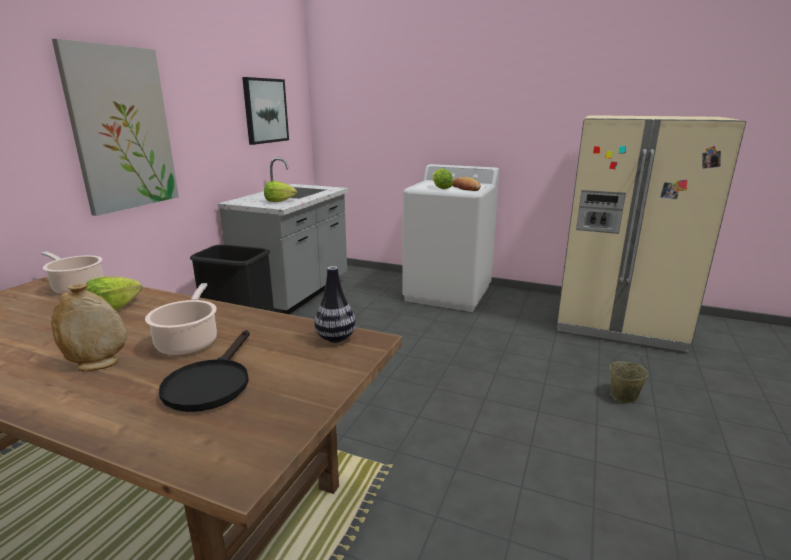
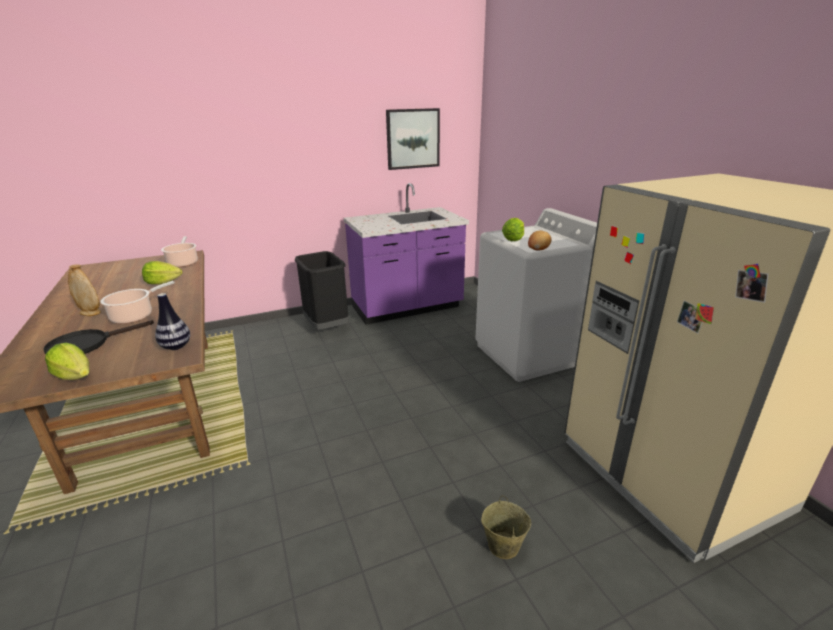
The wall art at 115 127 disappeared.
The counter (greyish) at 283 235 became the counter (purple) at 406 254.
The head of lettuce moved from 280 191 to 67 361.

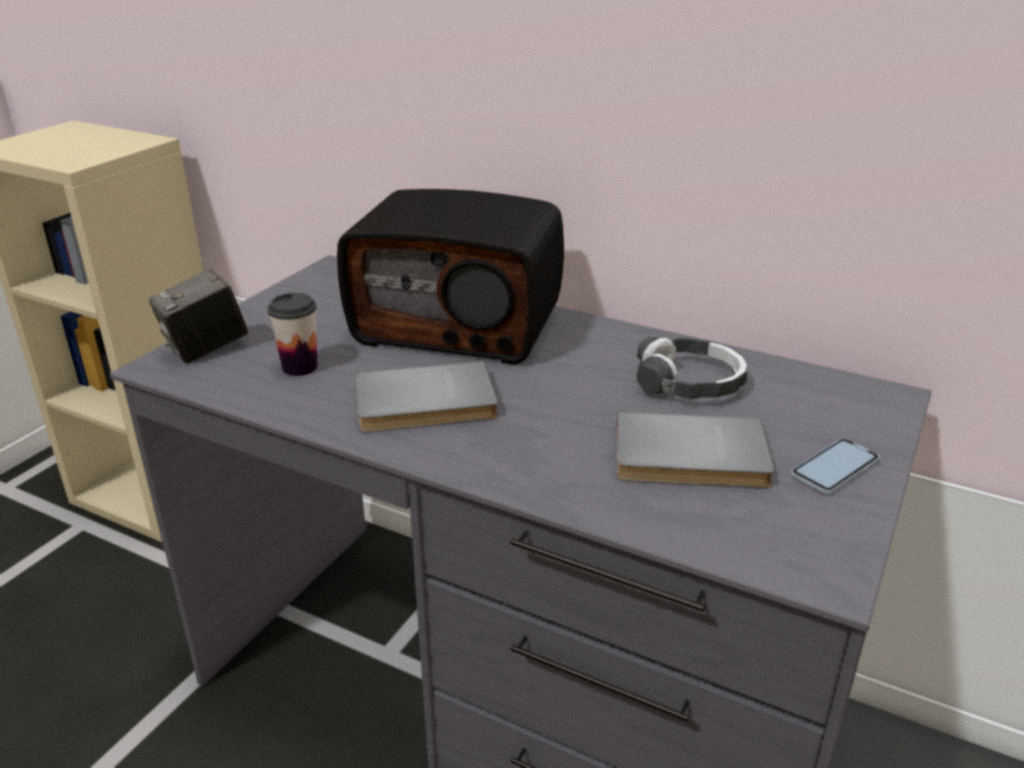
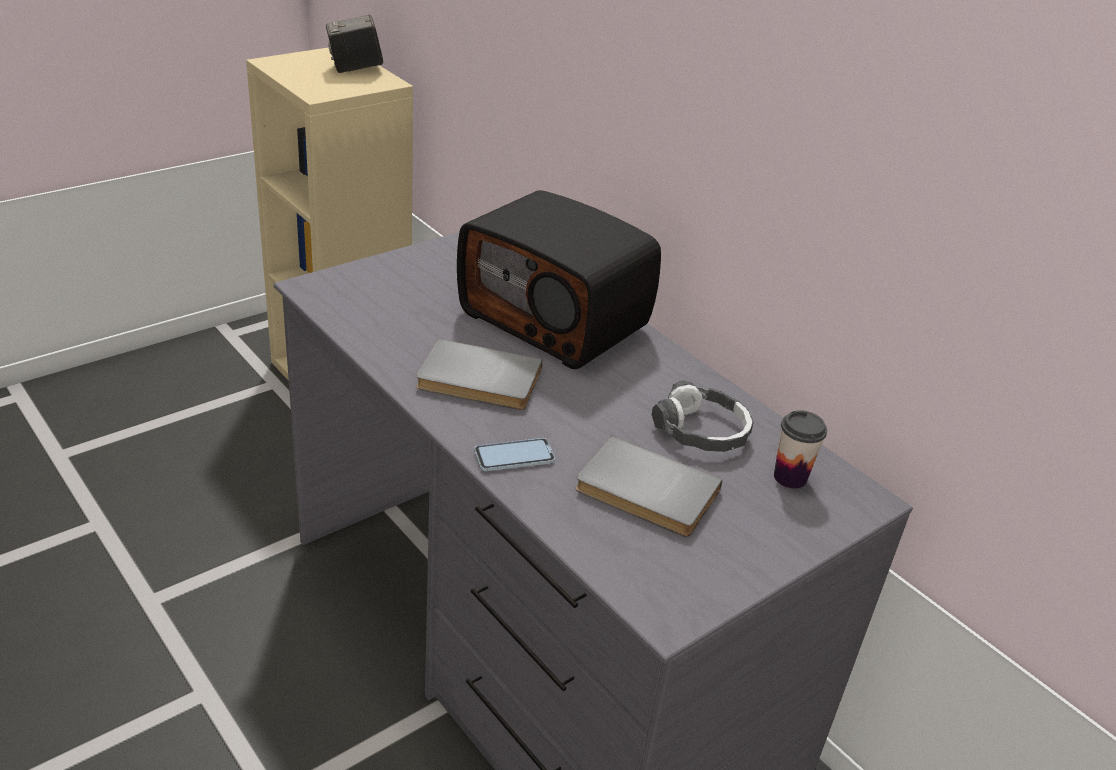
The still camera moved from 198 316 to 354 44.
The cup moved from 292 334 to 800 449.
The handset moved from 835 466 to 514 454.

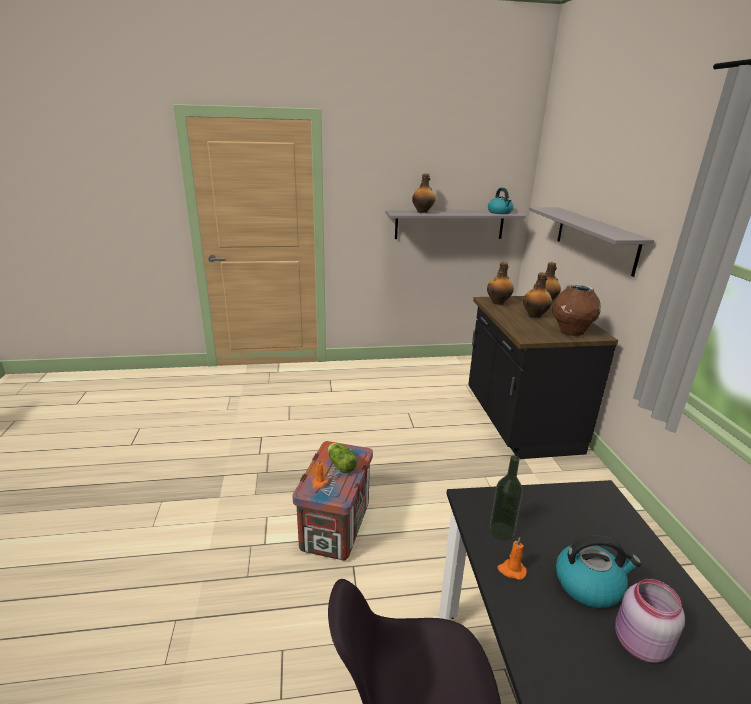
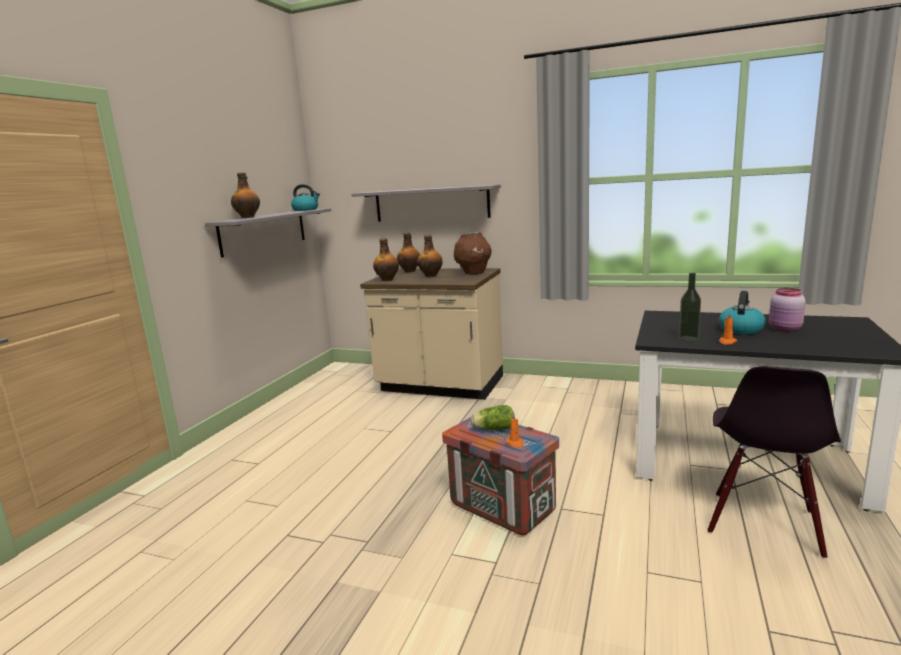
The counter (black) at 543 377 became the counter (sand-coloured) at 431 334.

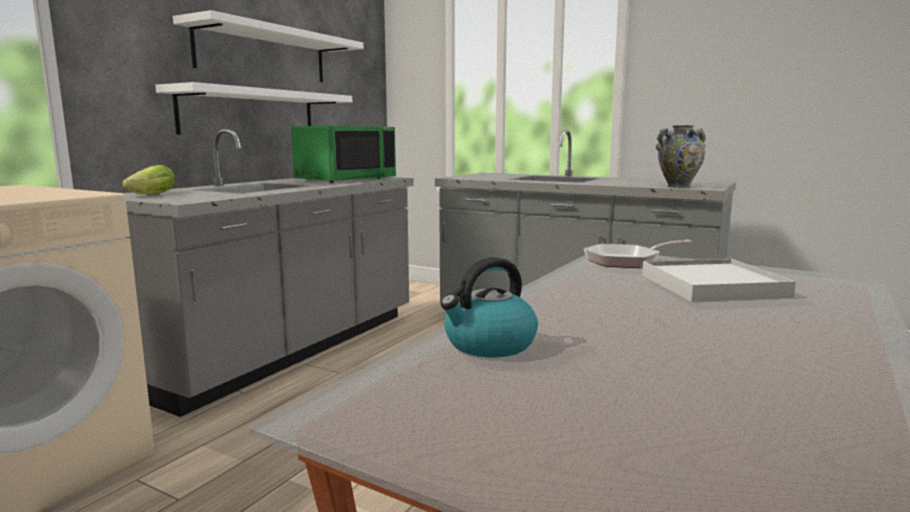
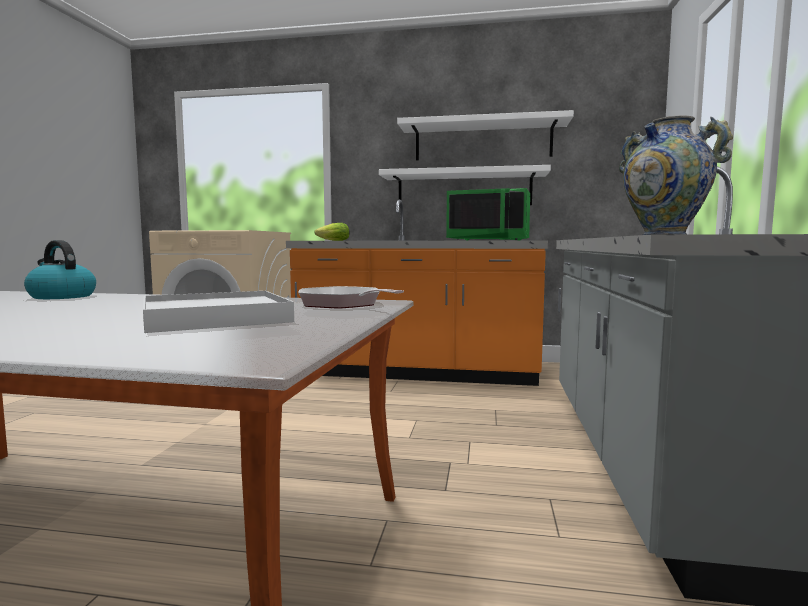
The counter (greyish) at 268 273 became the counter (orange-coloured) at 417 293.

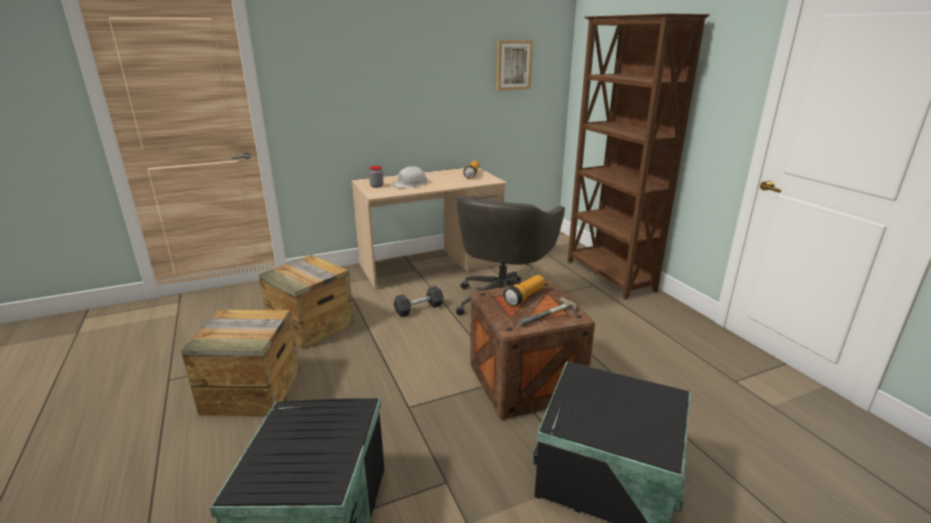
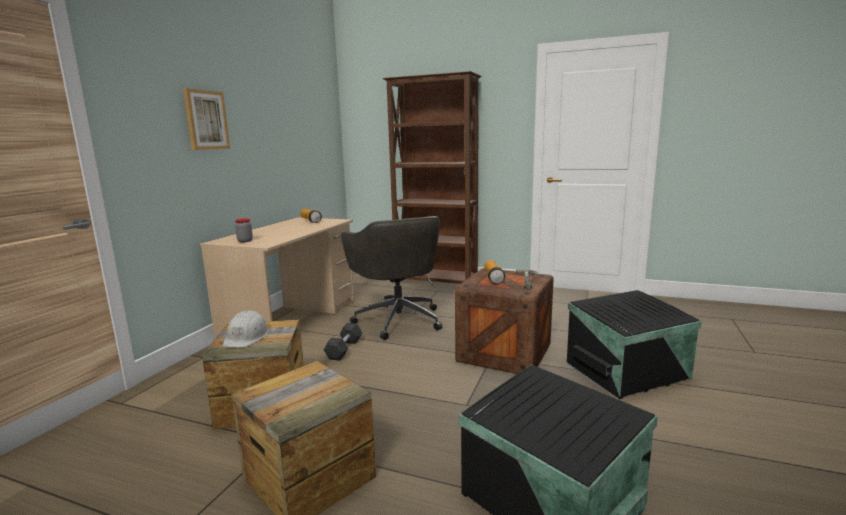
The safety helmet (white) moved from 409 177 to 246 329.
The wall art moved from 514 66 to 206 119.

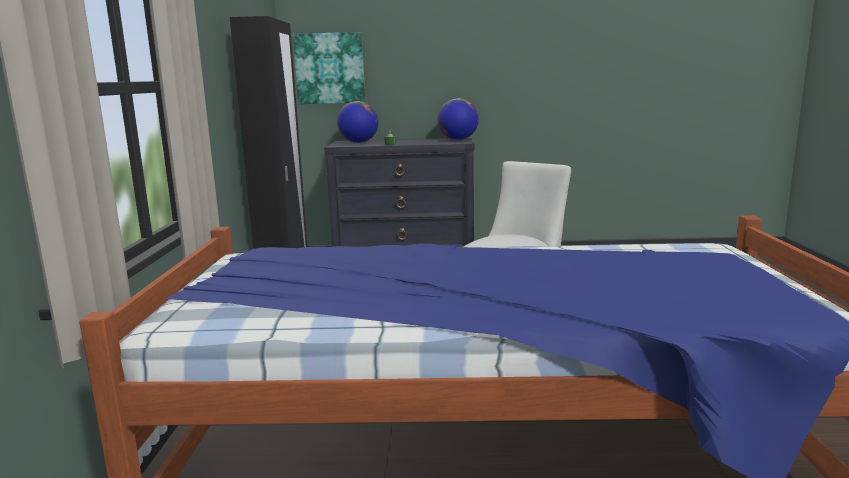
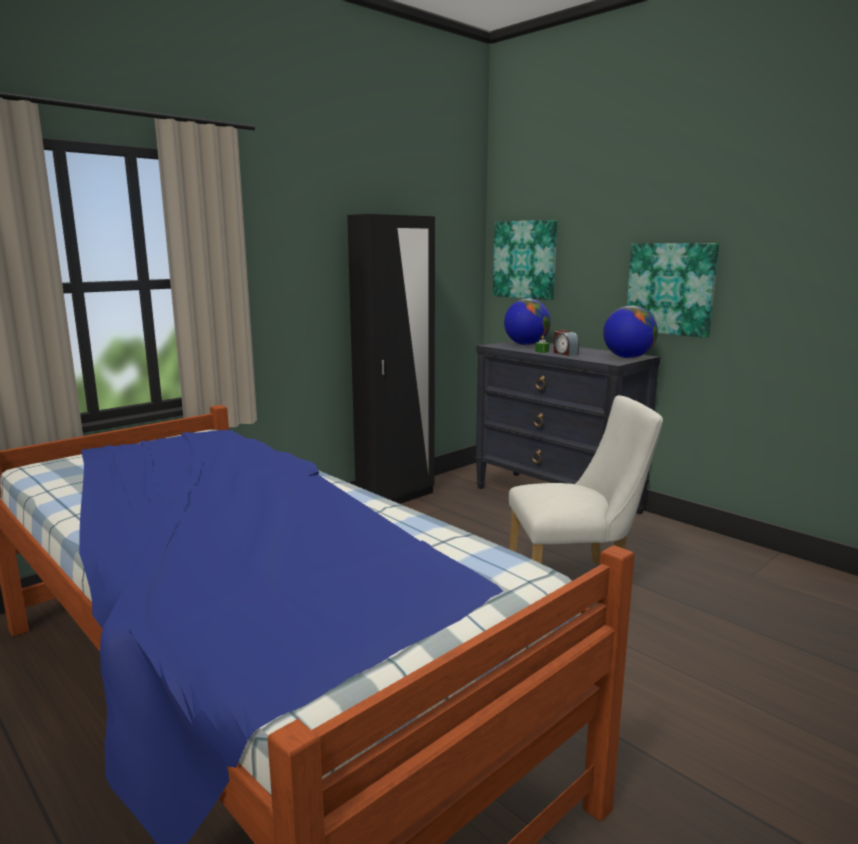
The bedside clock at 566 343 appeared.
The wall art at 673 290 appeared.

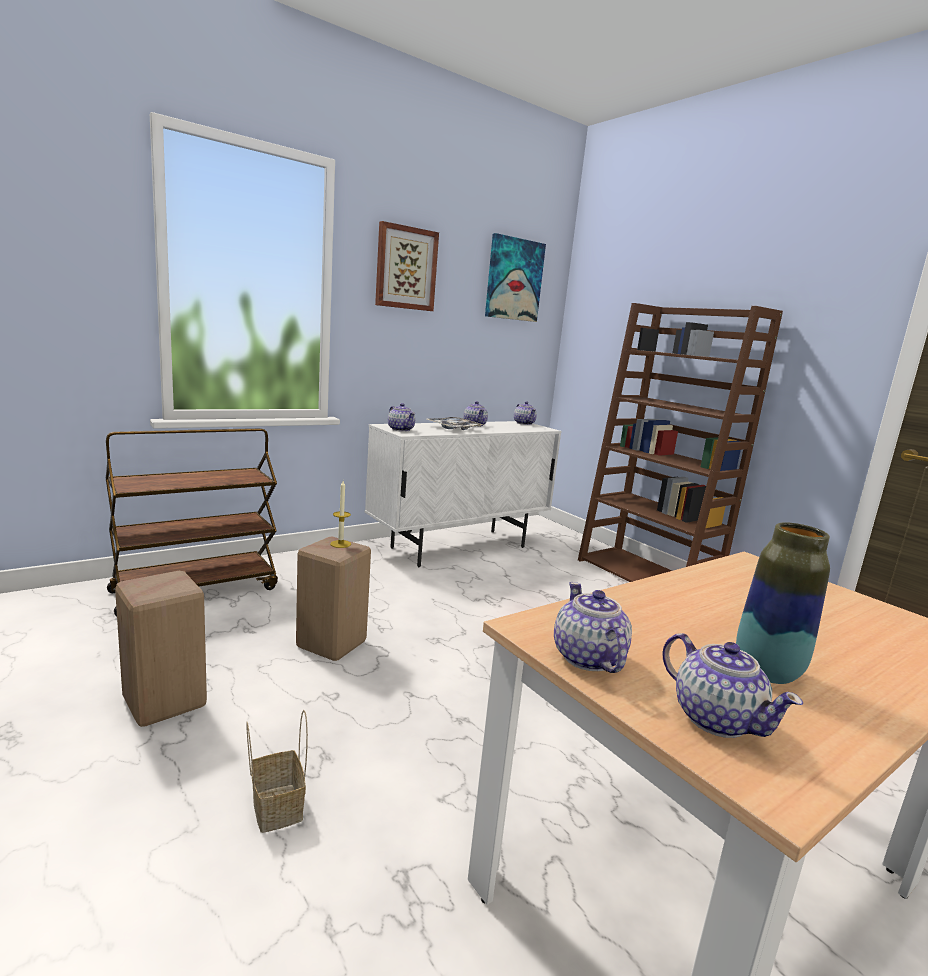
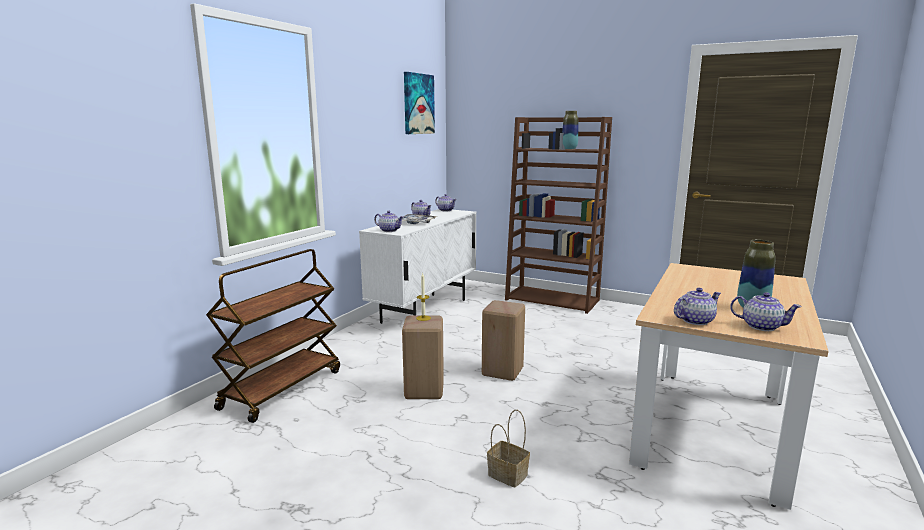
The stool seat (sand-coloured) moved from 161 649 to 503 340.
The wall art at 407 266 disappeared.
The tea pot at 593 627 turned 105 degrees clockwise.
The flower vase at 570 130 appeared.

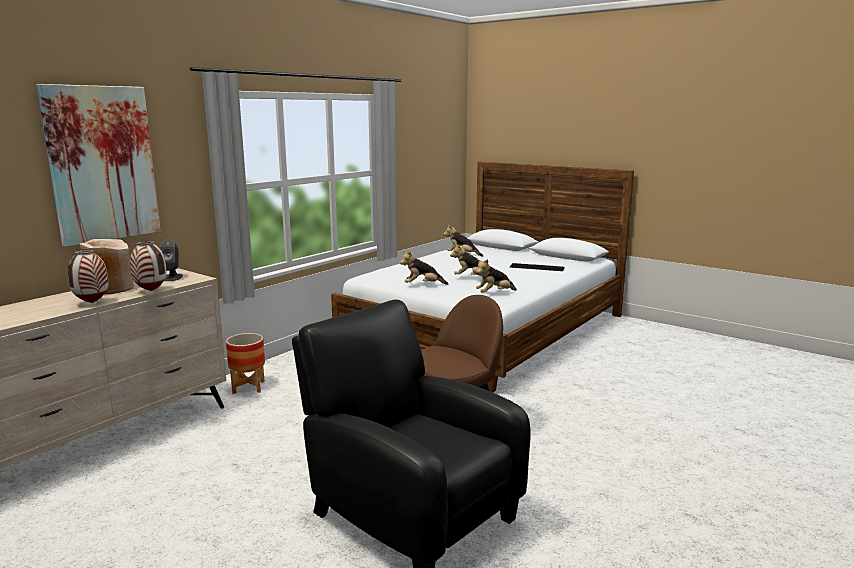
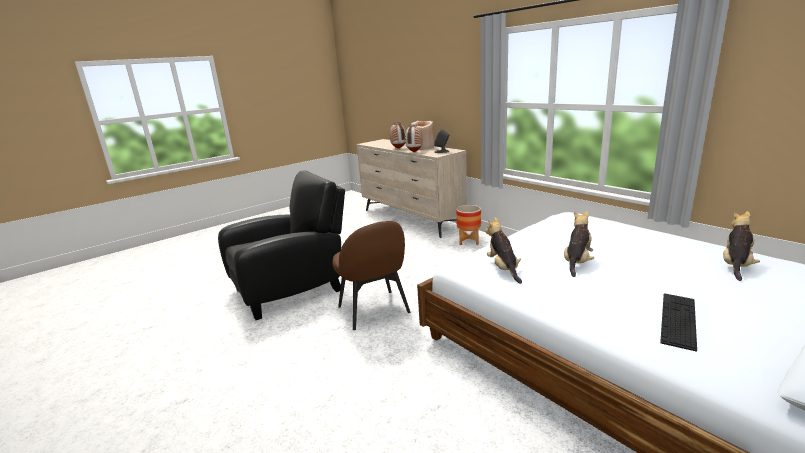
The wall art at 99 165 disappeared.
The plush toy at 424 267 disappeared.

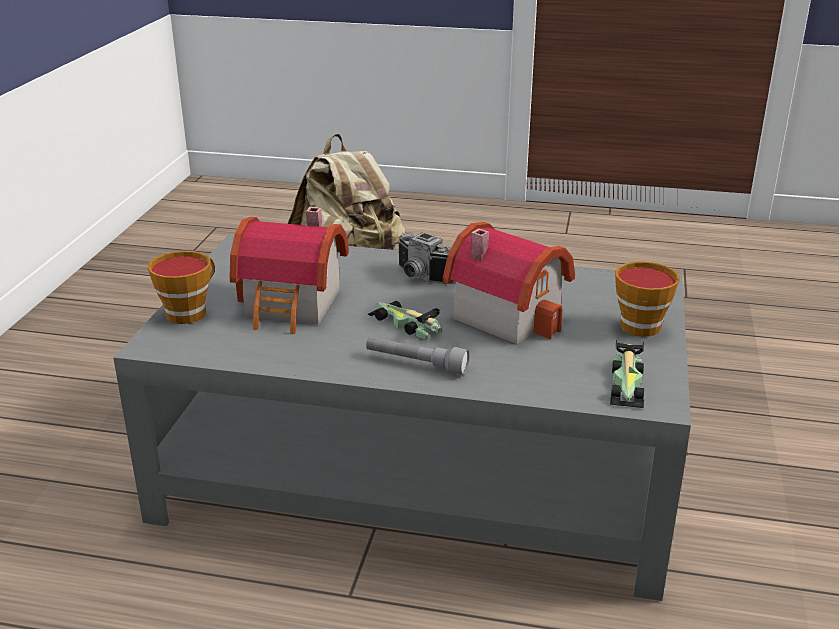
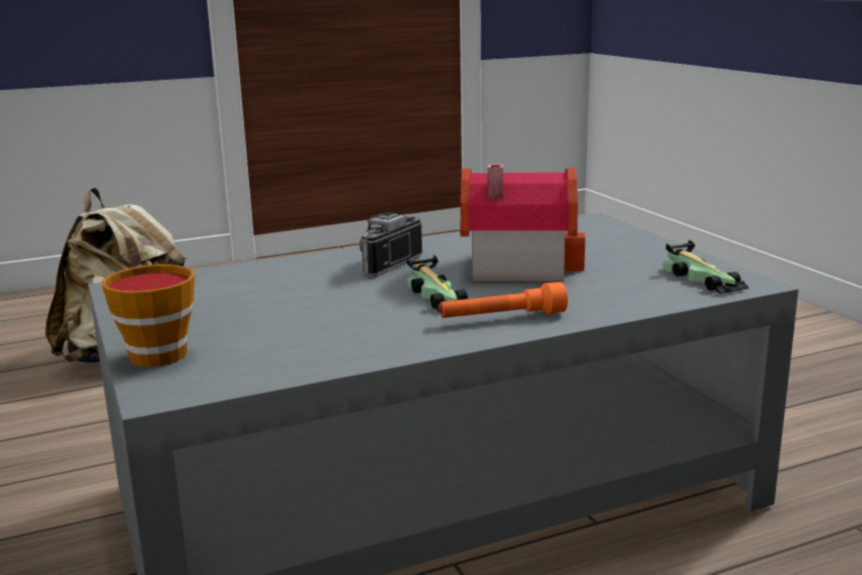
The toy house at 289 270 disappeared.
The torch (greyish) at 417 356 became the torch (orange-coloured) at 503 300.
The miniature car at 405 320 turned 120 degrees counterclockwise.
The still camera at 427 258 turned 120 degrees clockwise.
The cup at 647 299 disappeared.

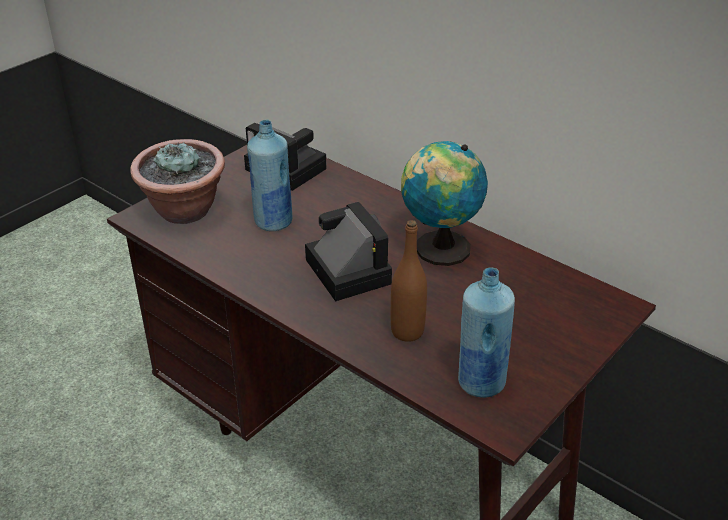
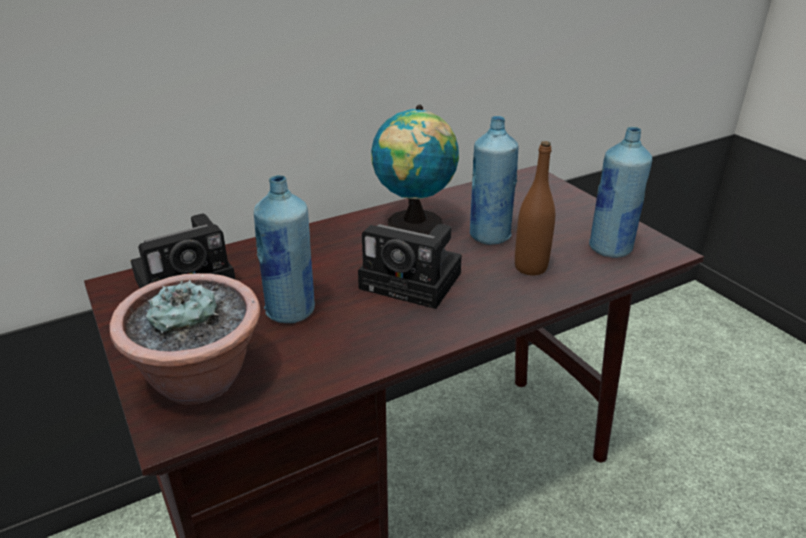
The still camera at 348 252 turned 150 degrees counterclockwise.
The drink bottle (bluish) at 494 180 appeared.

